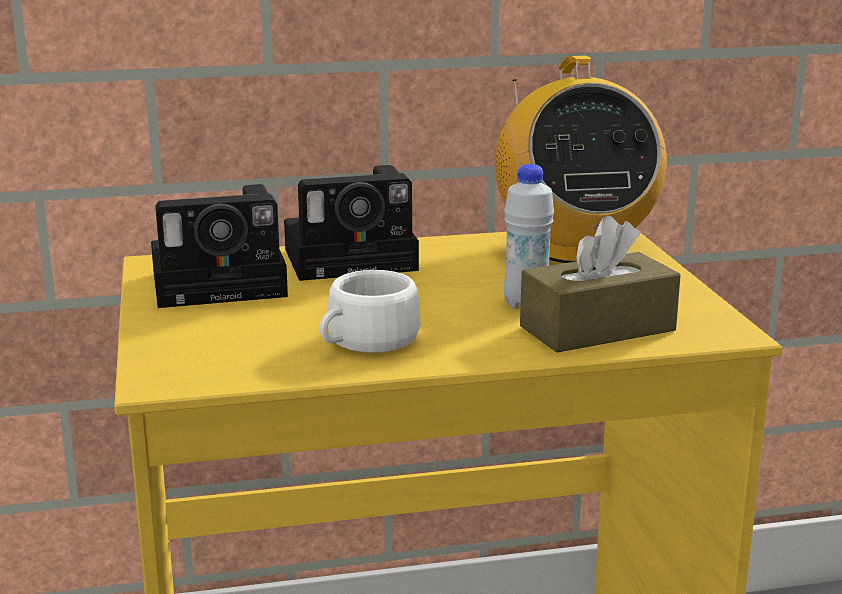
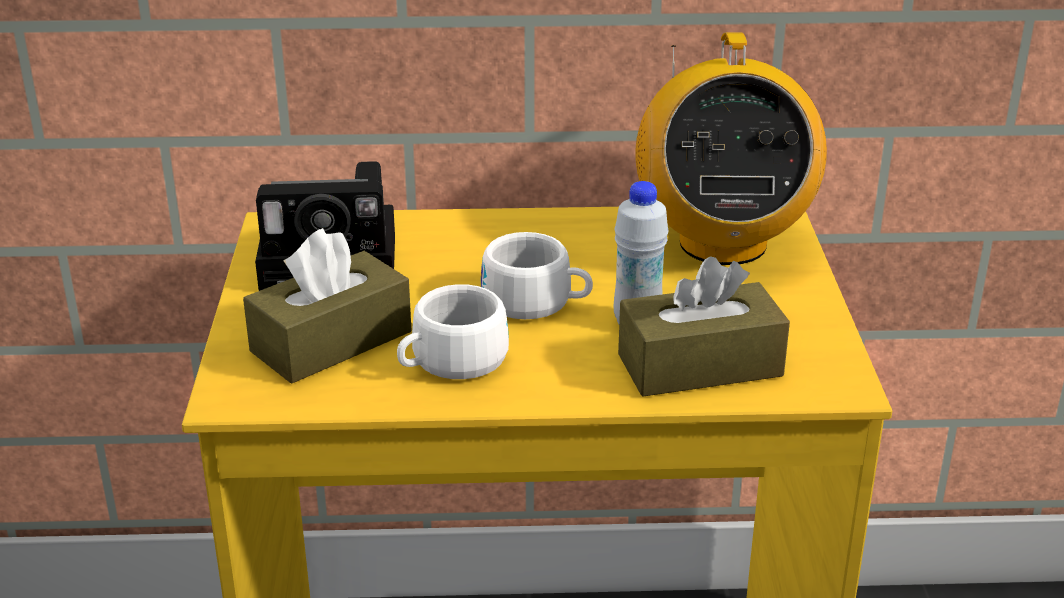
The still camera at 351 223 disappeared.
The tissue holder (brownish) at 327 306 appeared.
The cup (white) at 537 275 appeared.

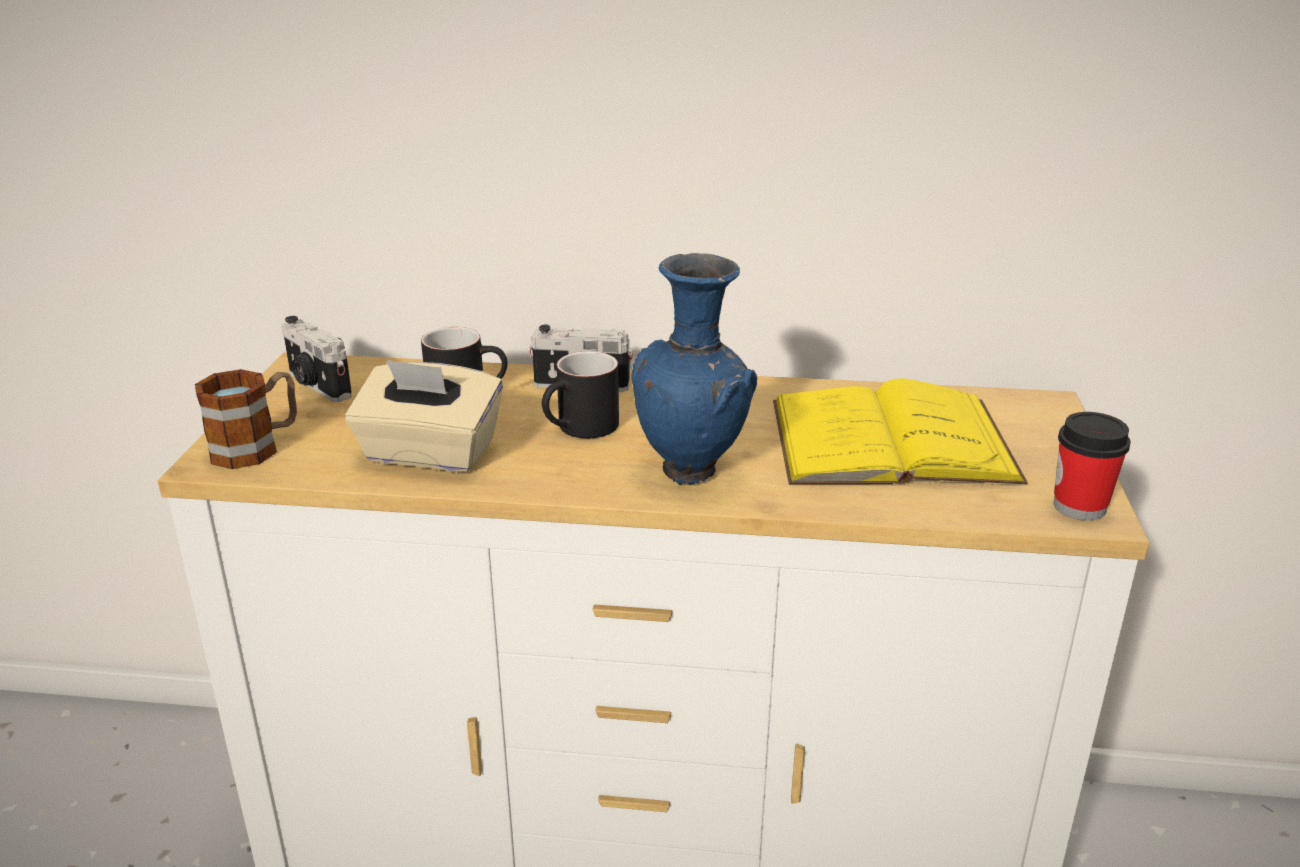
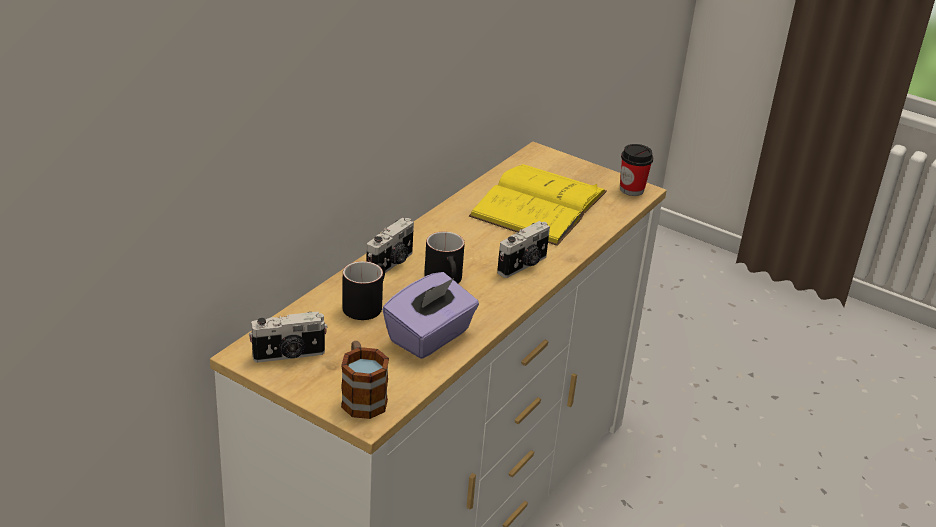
The tissue holder (sand-coloured) at 424 415 became the tissue holder (purple) at 430 315.
The flower vase (bluish) at 694 369 was replaced by the still camera at 523 249.

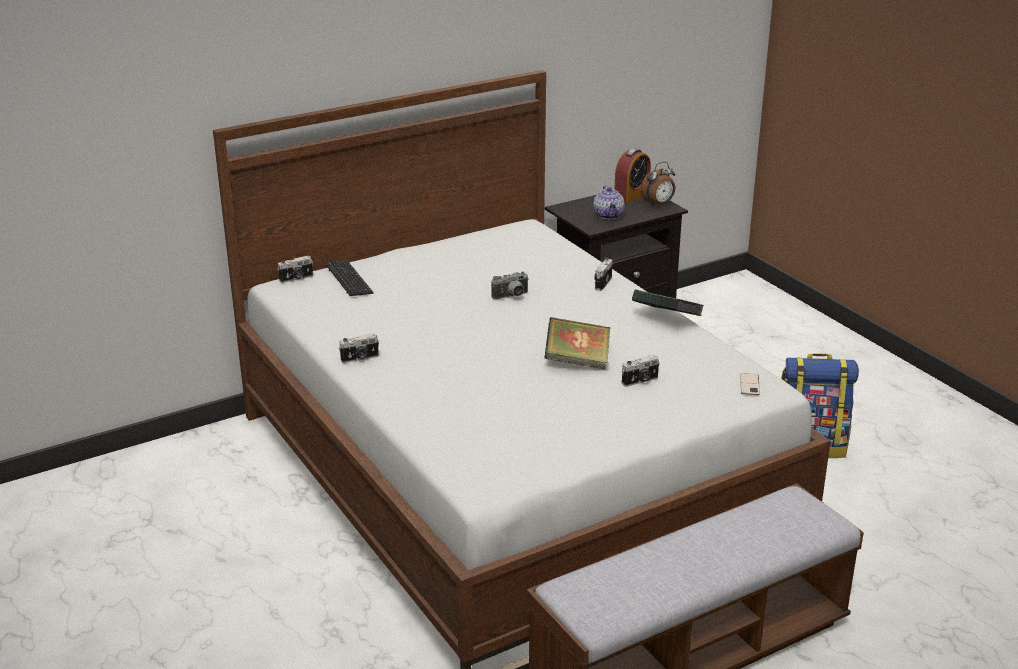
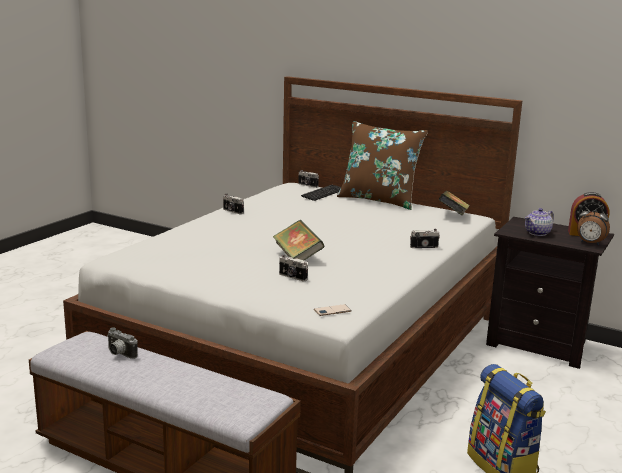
The still camera moved from 510 285 to 122 343.
The volume moved from 668 303 to 454 203.
The throw pillow (brownish) at 382 165 appeared.

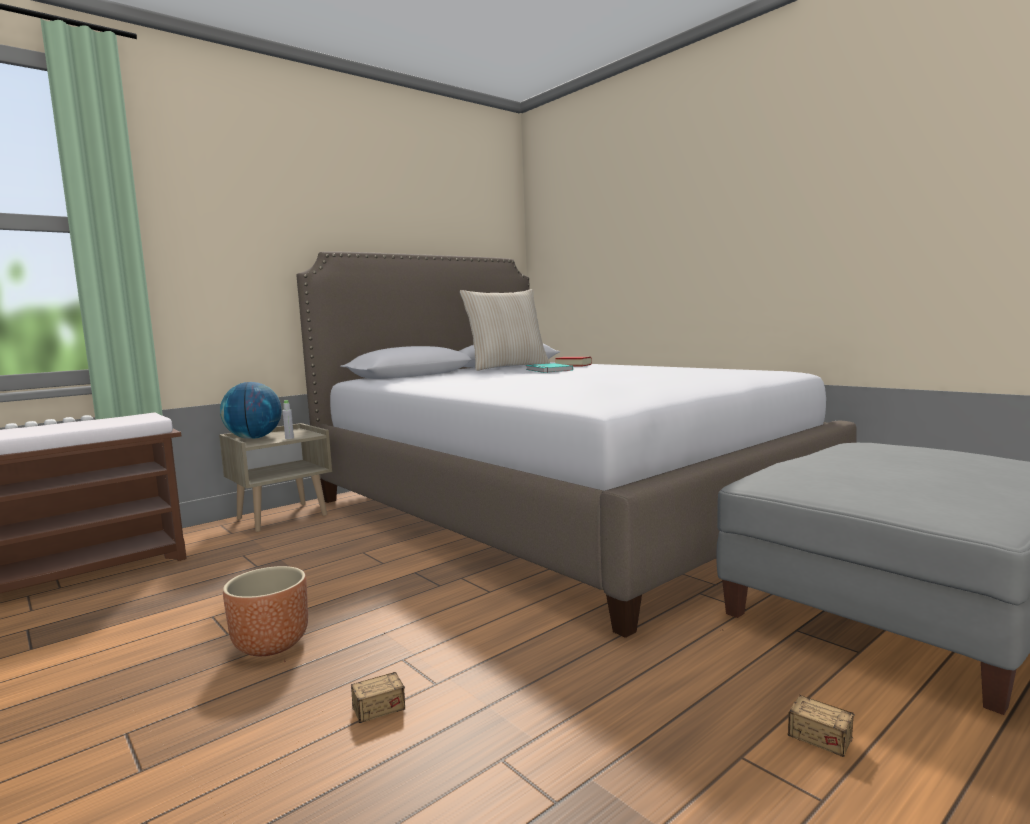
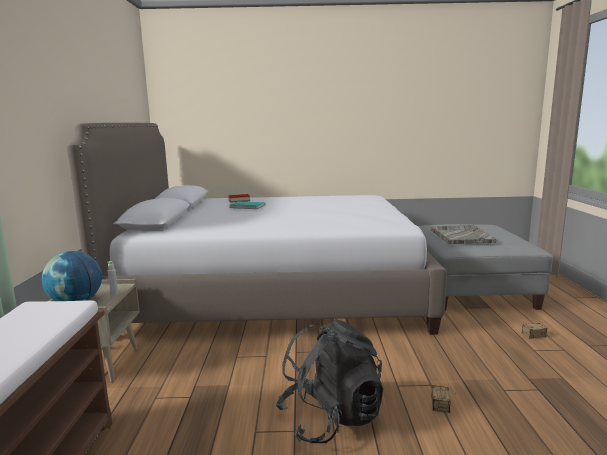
The flower pot (brownish) at 265 611 was replaced by the backpack (black) at 329 381.
The throw pillow (sand-coloured) at 505 330 disappeared.
The carrying tray (greyish) at 463 234 appeared.

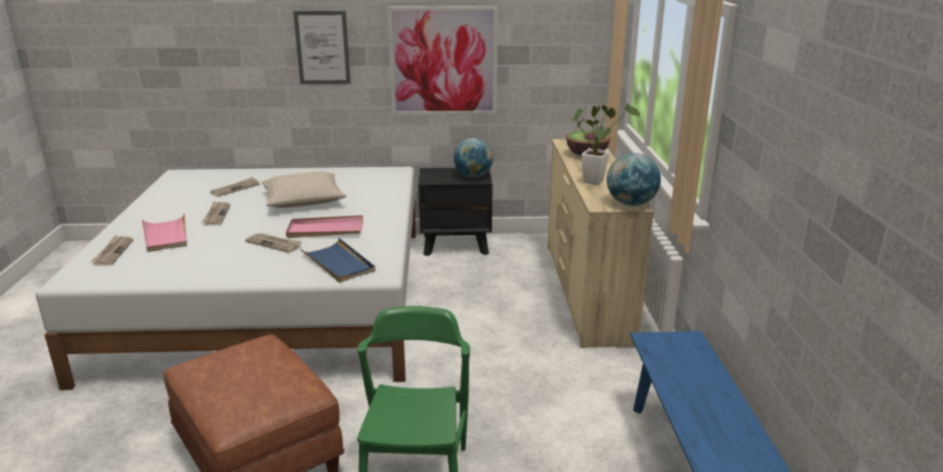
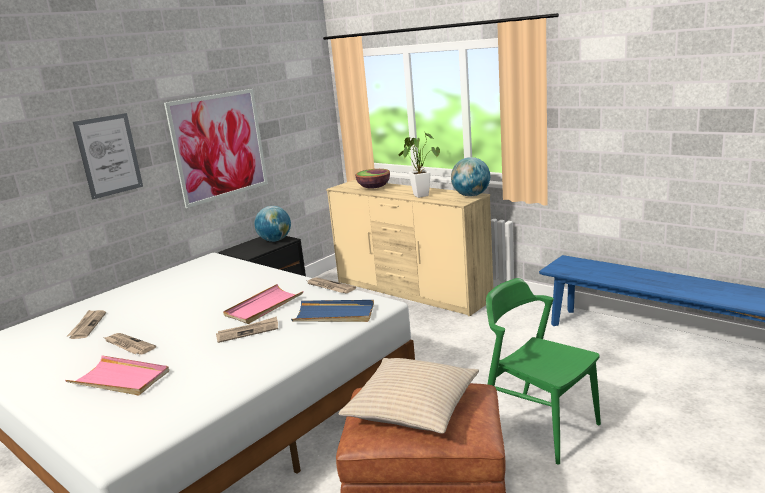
The newspaper moved from 112 250 to 332 285.
The throw pillow (sand-coloured) moved from 304 190 to 408 396.

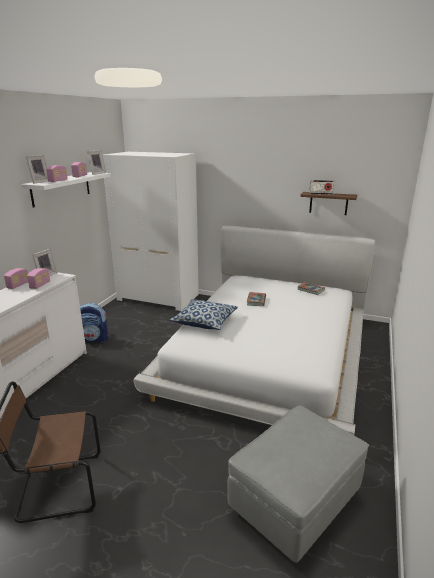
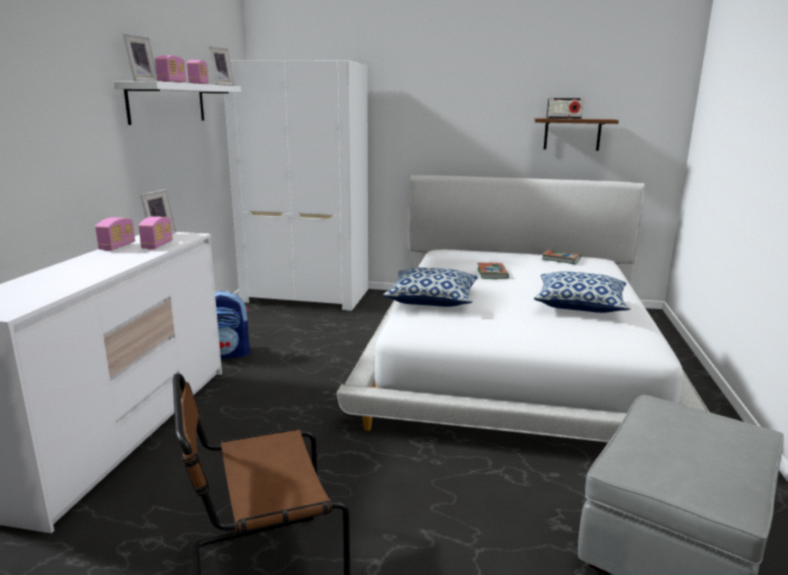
The throw pillow at 582 292 appeared.

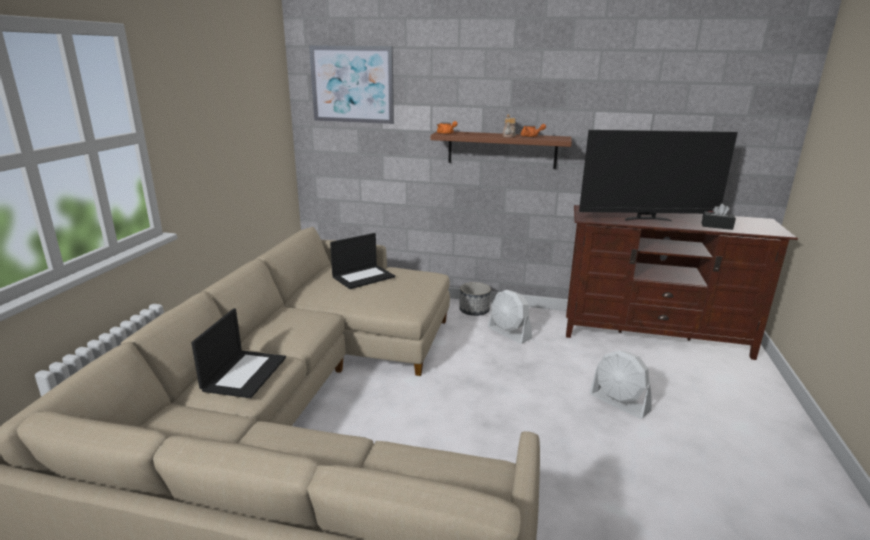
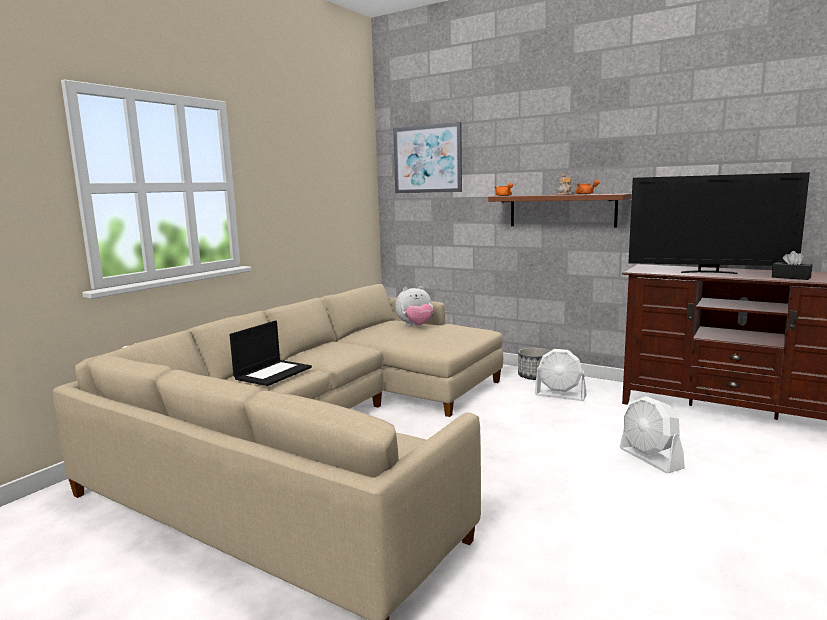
The laptop at 362 261 was replaced by the plush toy at 414 306.
The fan (white) at 510 317 turned 45 degrees counterclockwise.

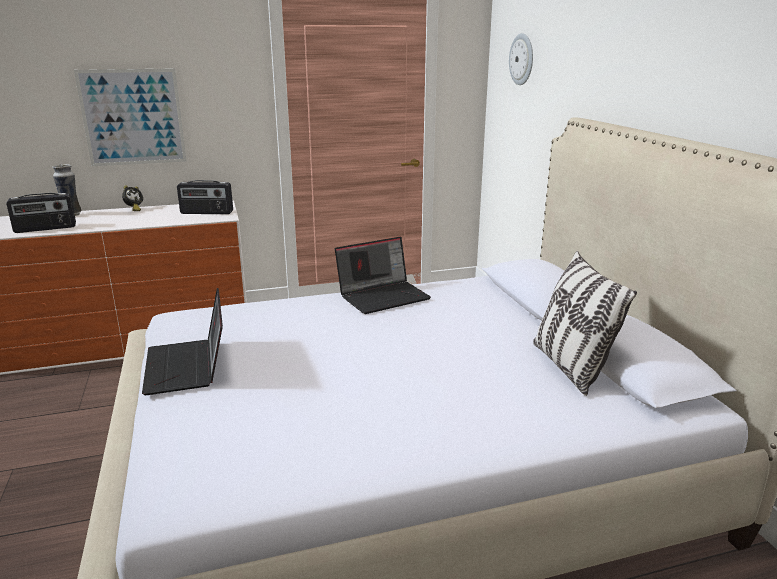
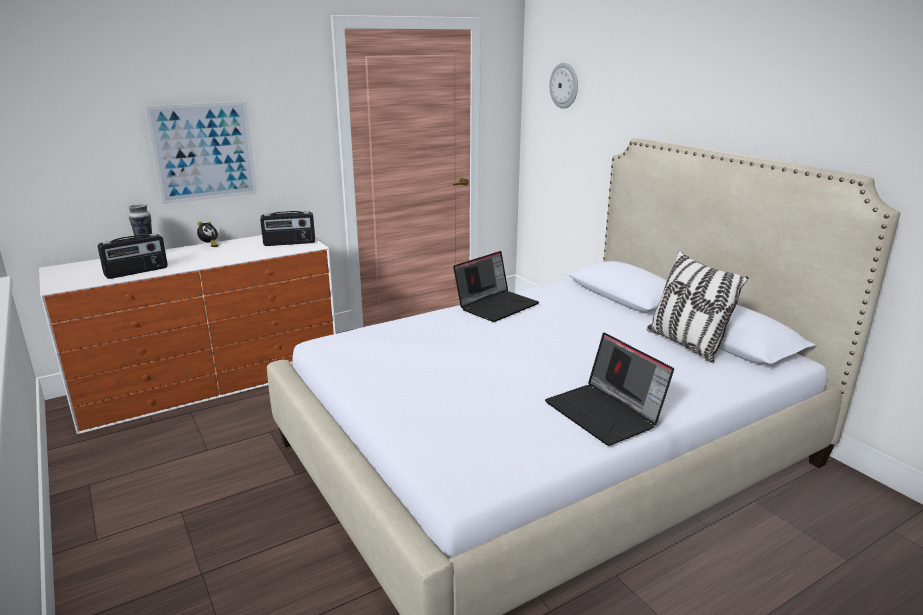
The laptop moved from 182 341 to 609 389.

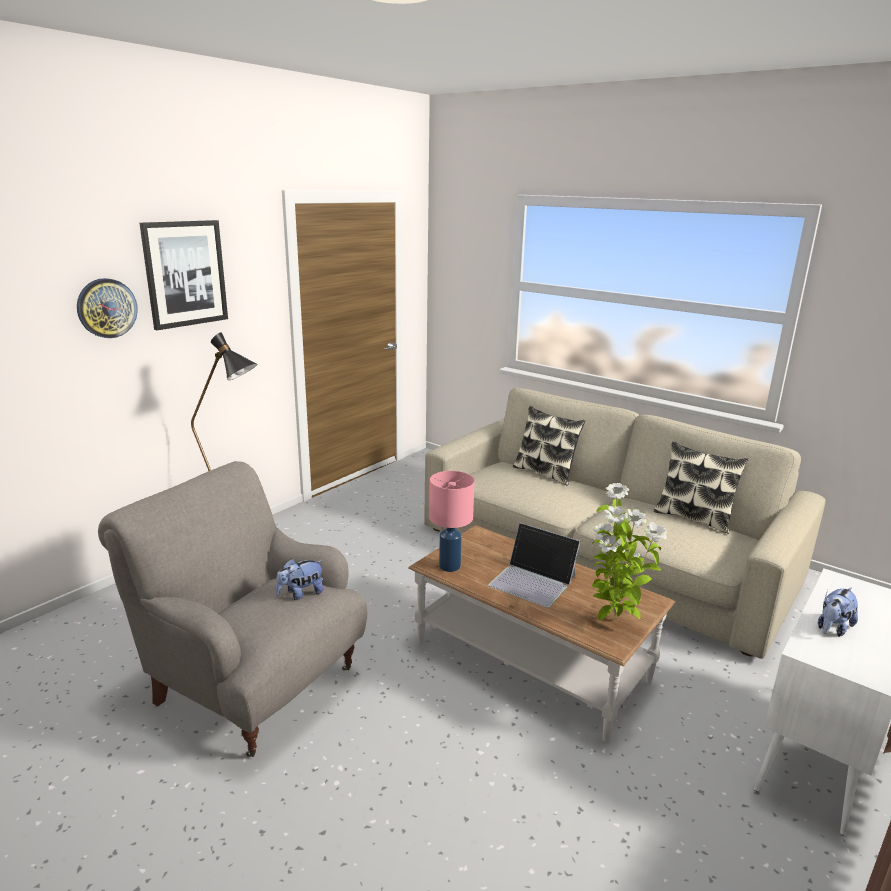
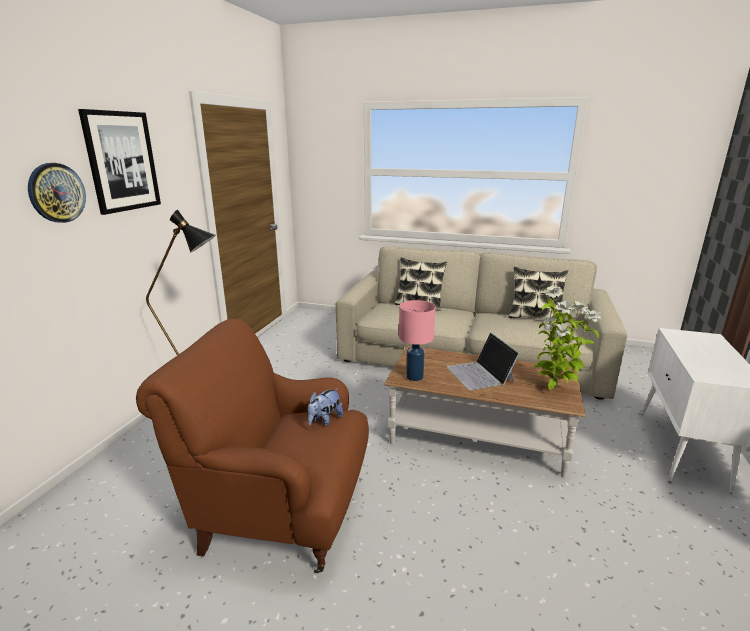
The armchair (greyish) at 232 609 became the armchair (brownish) at 252 446.
The laptop at 534 565 turned 60 degrees clockwise.
The plush toy at 838 612 disappeared.

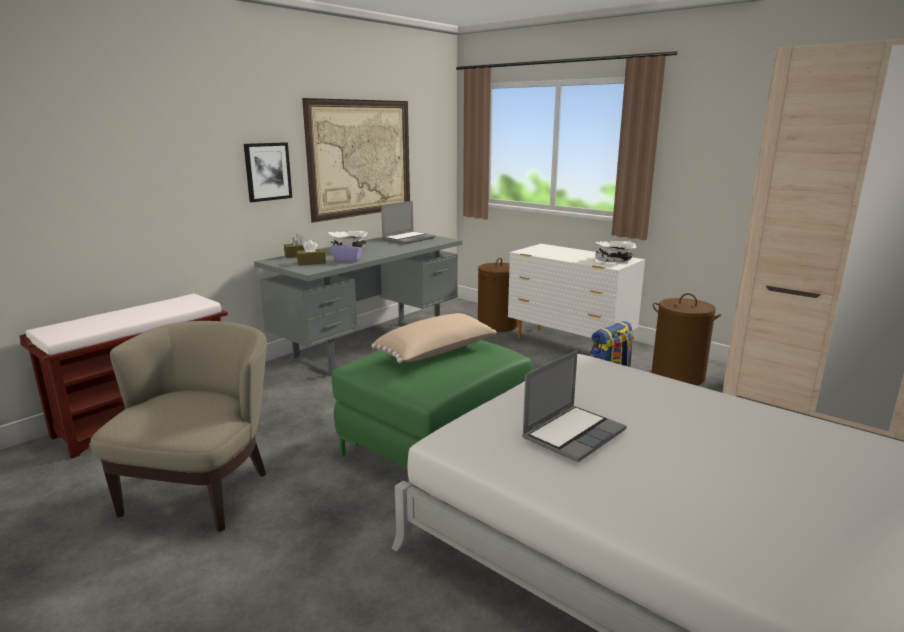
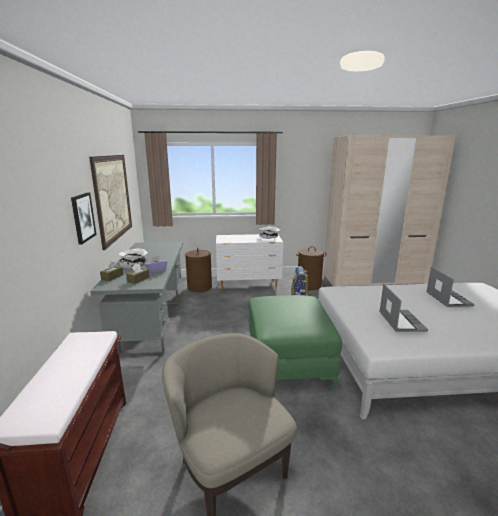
The throw pillow (sand-coloured) at 434 338 disappeared.
The laptop moved from 408 222 to 450 287.

